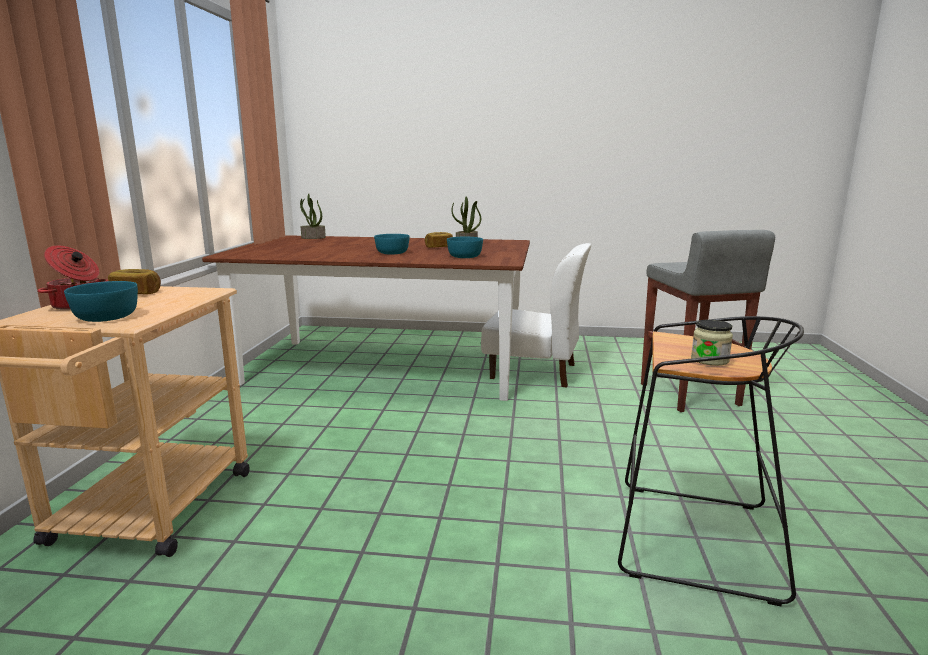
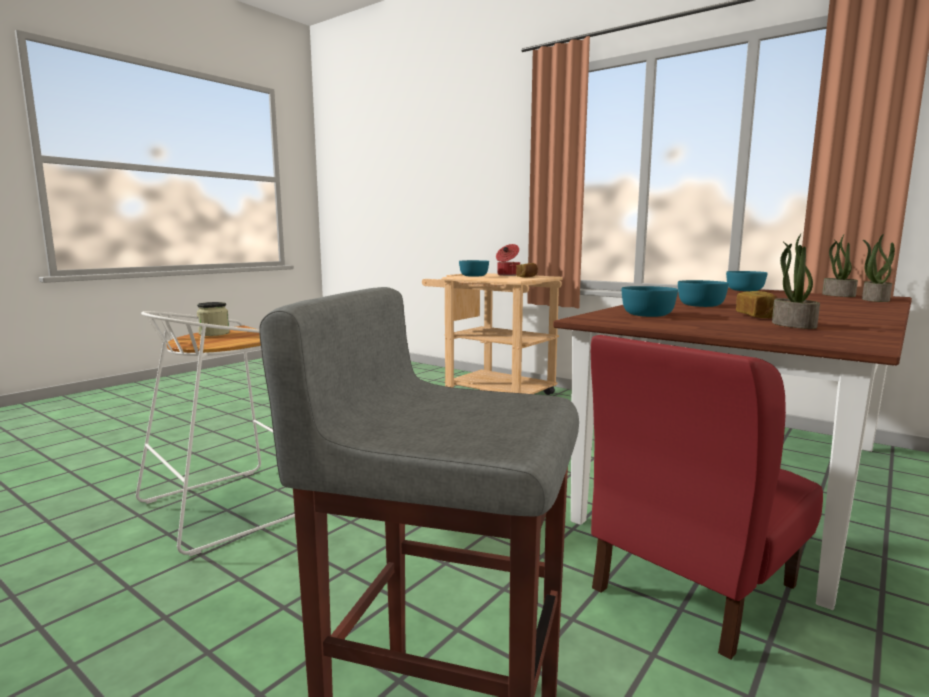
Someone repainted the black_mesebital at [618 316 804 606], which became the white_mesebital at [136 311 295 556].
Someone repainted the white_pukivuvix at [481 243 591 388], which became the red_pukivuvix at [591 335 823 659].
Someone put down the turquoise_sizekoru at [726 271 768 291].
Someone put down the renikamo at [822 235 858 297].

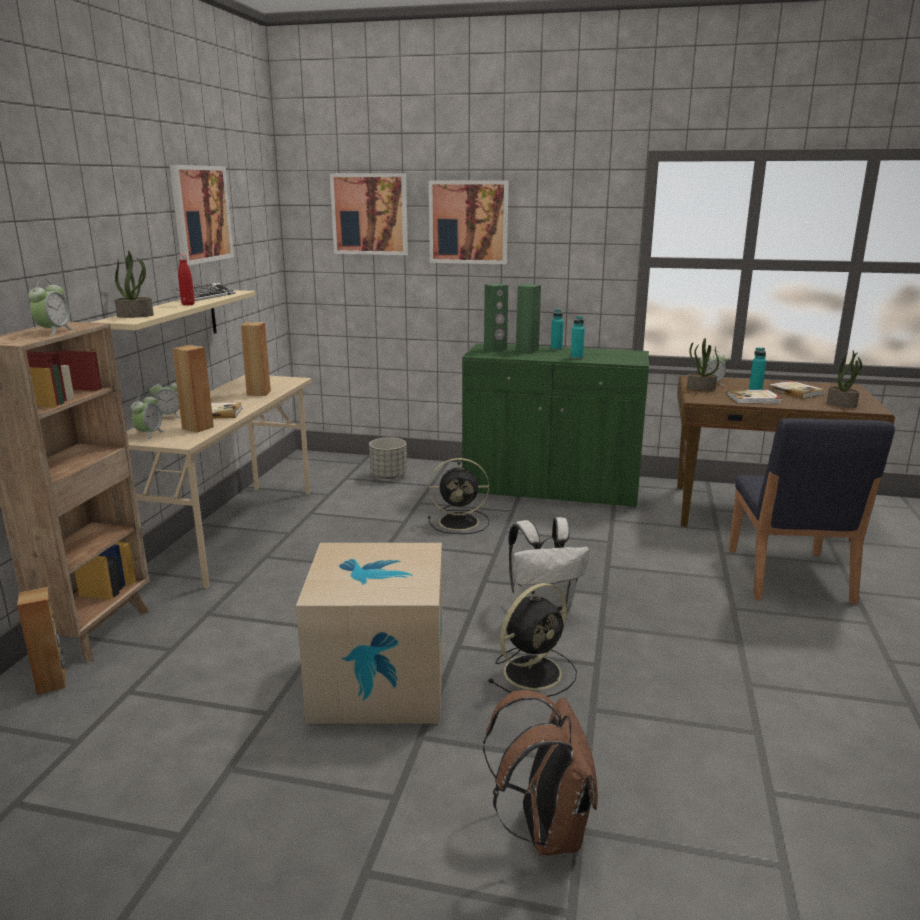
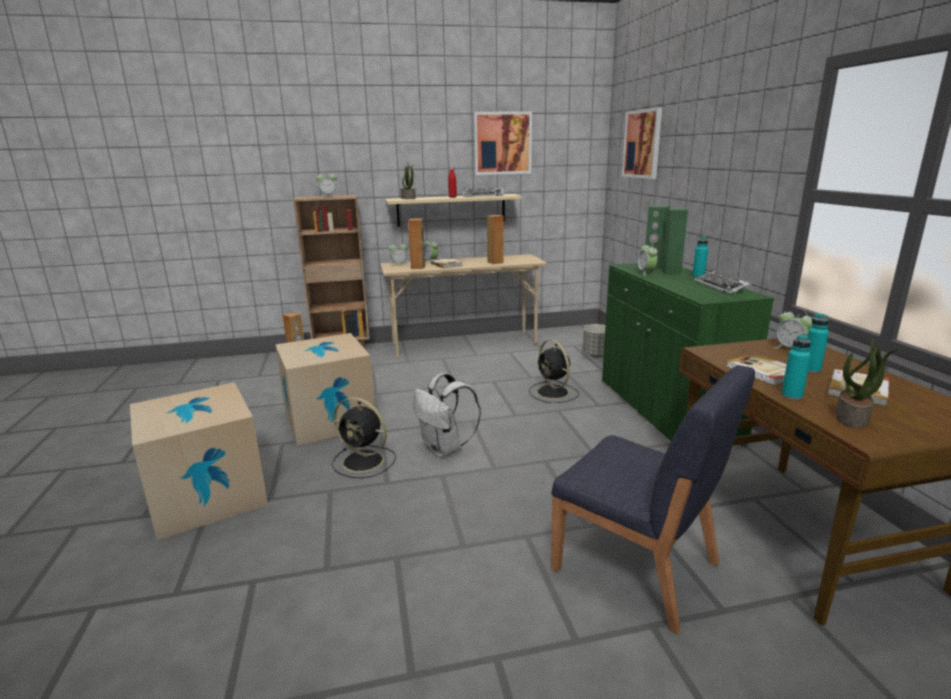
Someone swapped the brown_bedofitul at [483 690 598 855] for the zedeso at [130 382 268 540].
Someone rotated the blue_pukivuvix at [729 418 895 604] by 120 degrees counterclockwise.
Someone put down the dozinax at [637 242 658 276].
Someone put down the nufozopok at [694 270 751 294].
Someone carried the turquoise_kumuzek from [571 316 585 359] to [781 334 811 400].
Someone took away the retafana at [429 181 509 264].
Someone took away the renikamo at [687 338 719 391].

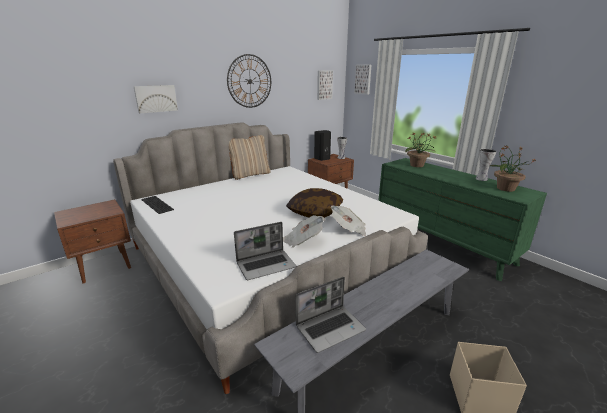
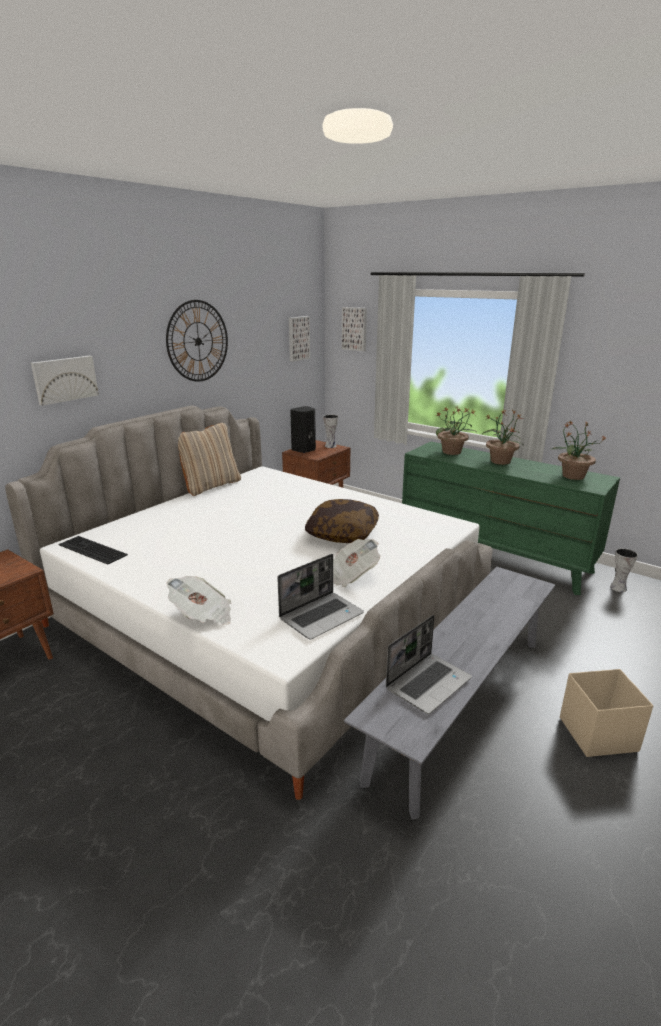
Someone carried the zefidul from [331 205 366 236] to [167 576 231 625].
Someone put down the renikamo at [481 409 523 465].
Someone carried the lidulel from [475 149 497 181] to [610 548 638 592].

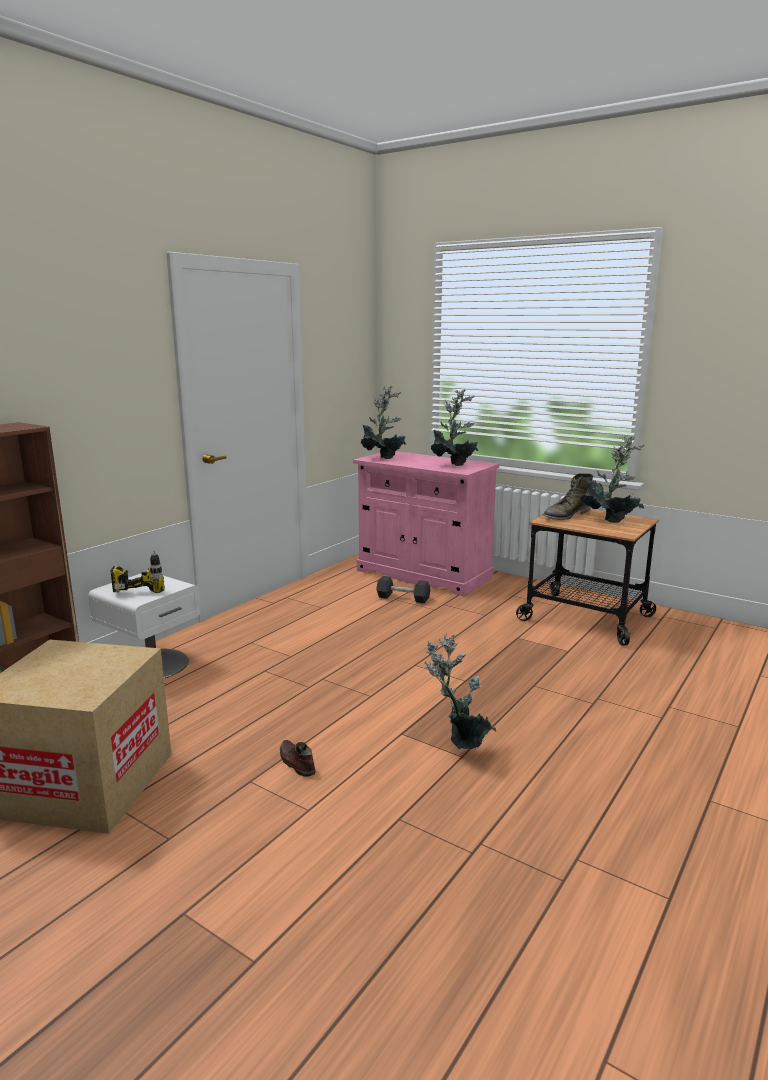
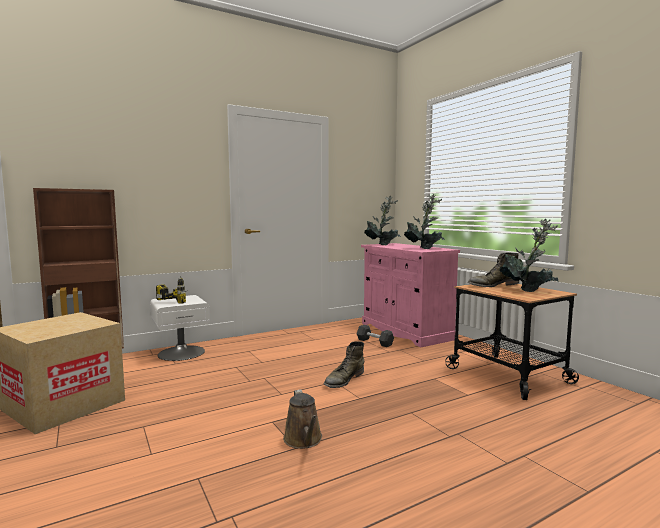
Someone swapped the renikamo at [424 634 496 750] for the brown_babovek at [283 389 322 449].
Someone put down the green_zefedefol at [324 341 364 388].
Someone took away the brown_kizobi at [280 740 316 777].

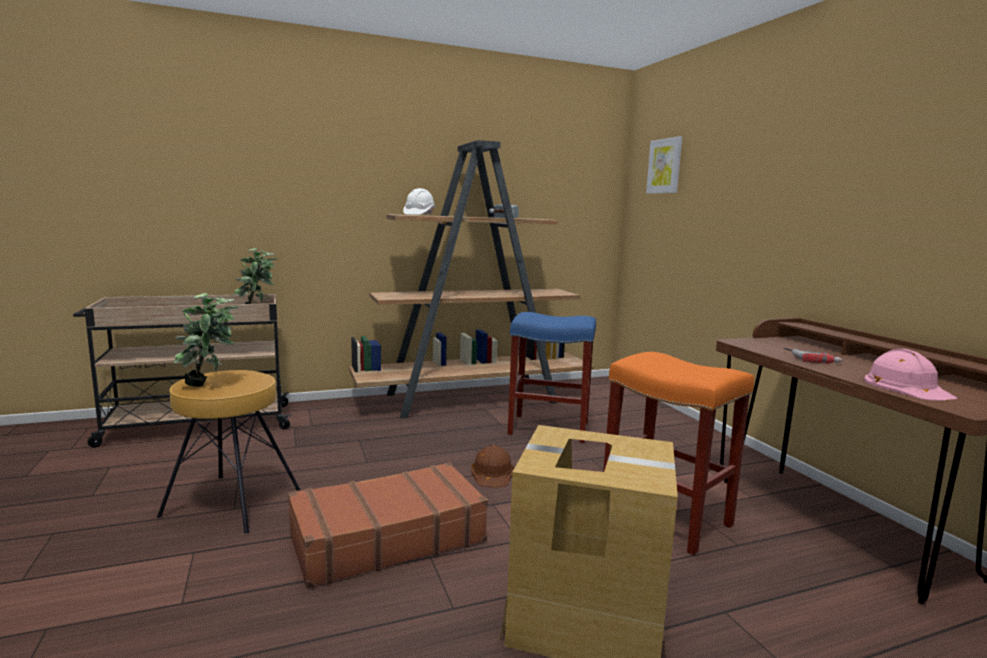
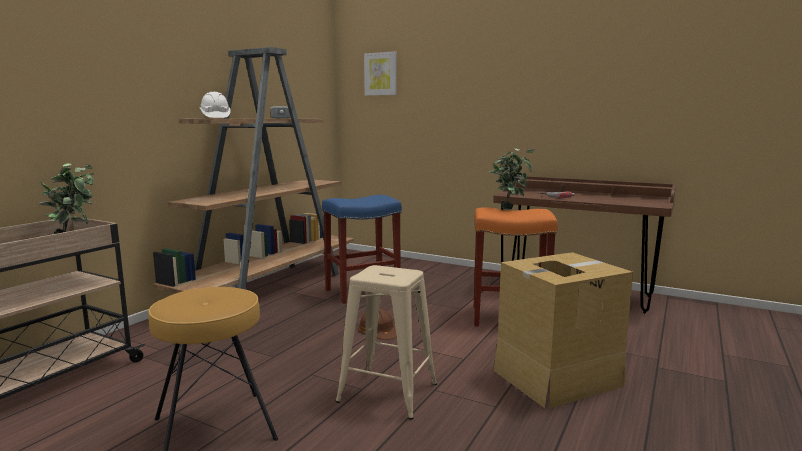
Someone swapped the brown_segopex at [288 462 488 588] for the beige_mesebital at [335 265 437 420].
Someone carried the renikamo from [173 293 238 387] to [489 148 535 210].
Someone took away the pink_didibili at [864 349 957 401].

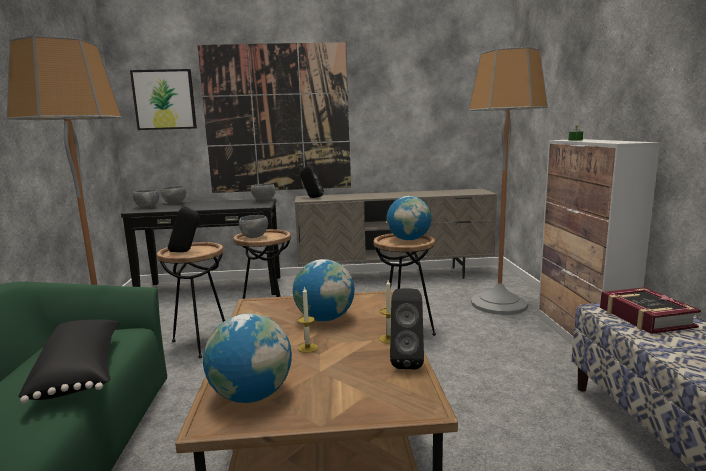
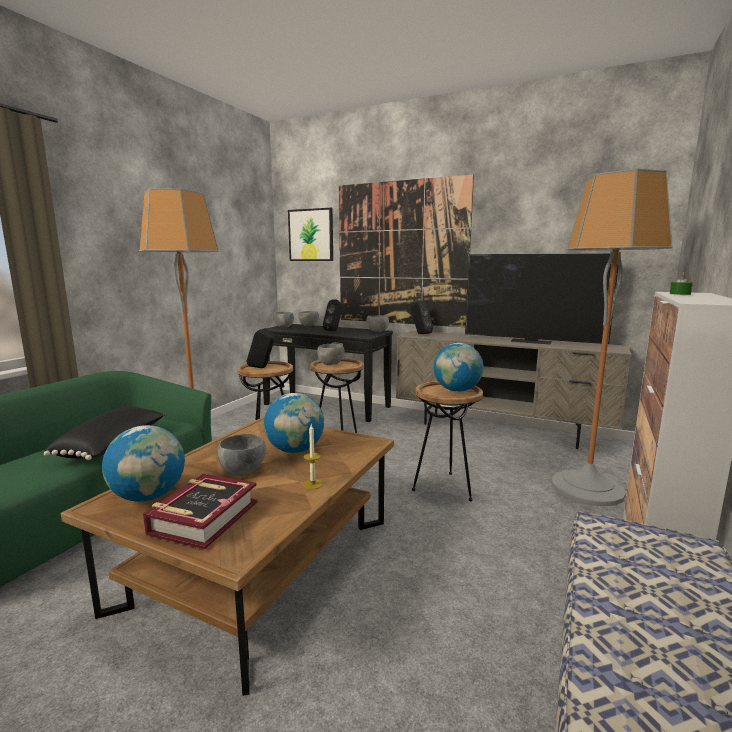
Someone carried the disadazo from [600 287 701 334] to [143 474 257 549].
Someone swapped the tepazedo at [298 286 318 353] for the grey_sizekoru at [217 434 266 476].
Someone carried the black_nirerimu from [390 288 424 369] to [323 299 343 331].
Someone put down the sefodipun at [465 253 618 345].

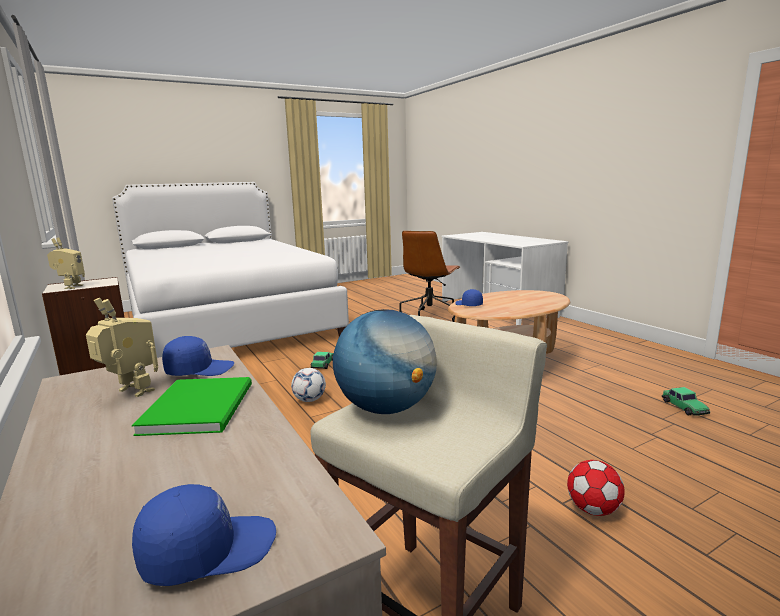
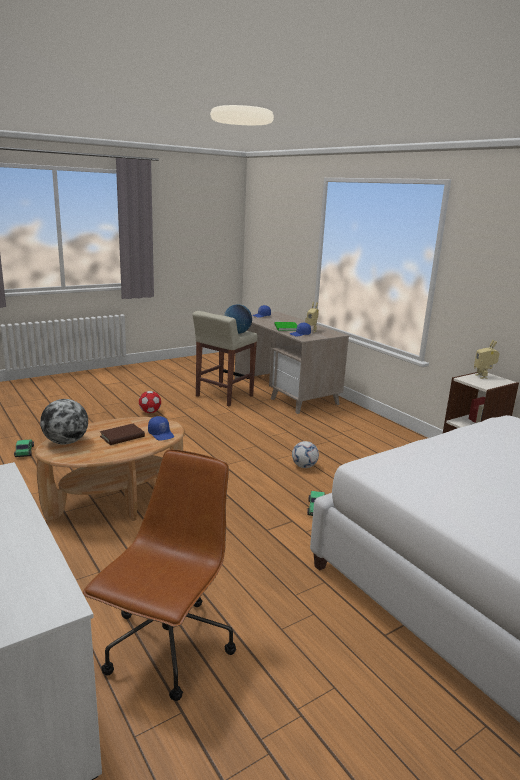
Someone put down the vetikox at [40 399 88 444].
Someone put down the brown_disadazo at [100 424 145 445].

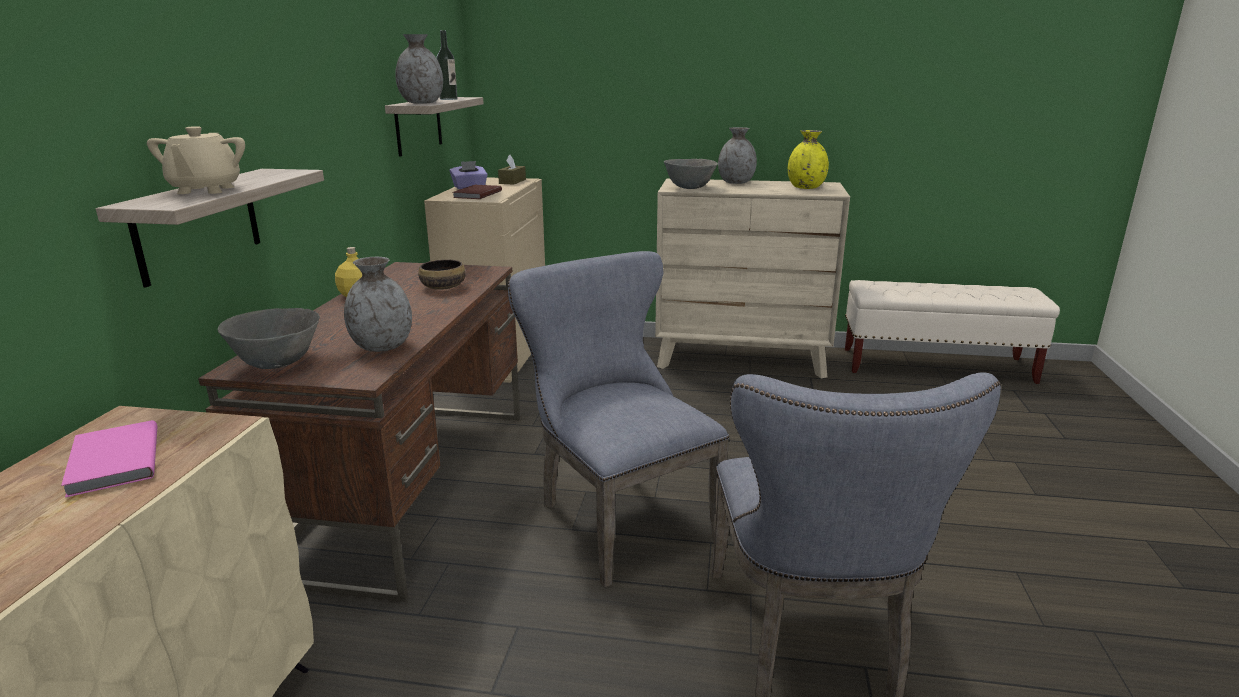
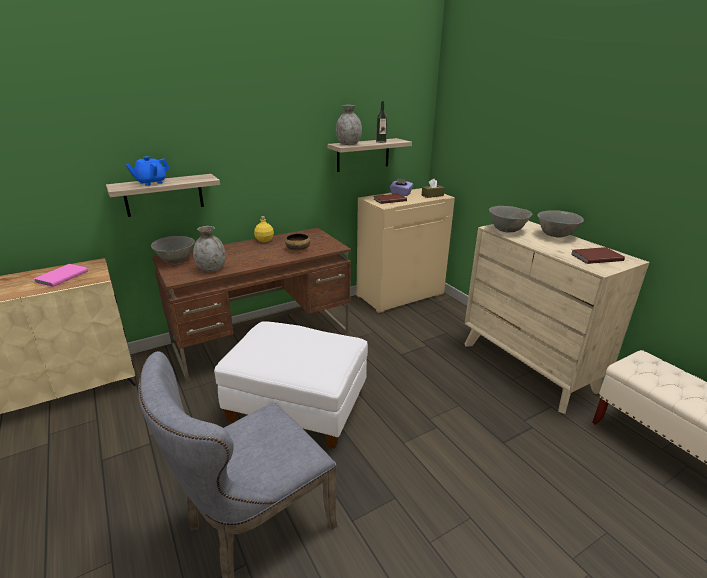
Someone repainted the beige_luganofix at [147 126 245 194], which became the blue_luganofix at [126 156 170 186].
Someone swapped the grey_pukivuvix at [508 251 729 588] for the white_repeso at [214 321 368 449].
Someone swapped the grey_lidulel at [718 127 757 184] for the grey_sizekoru at [537 210 584 238].
Someone swapped the yellow_lidulel at [788 130 829 189] for the brown_disadazo at [571 247 625 264].

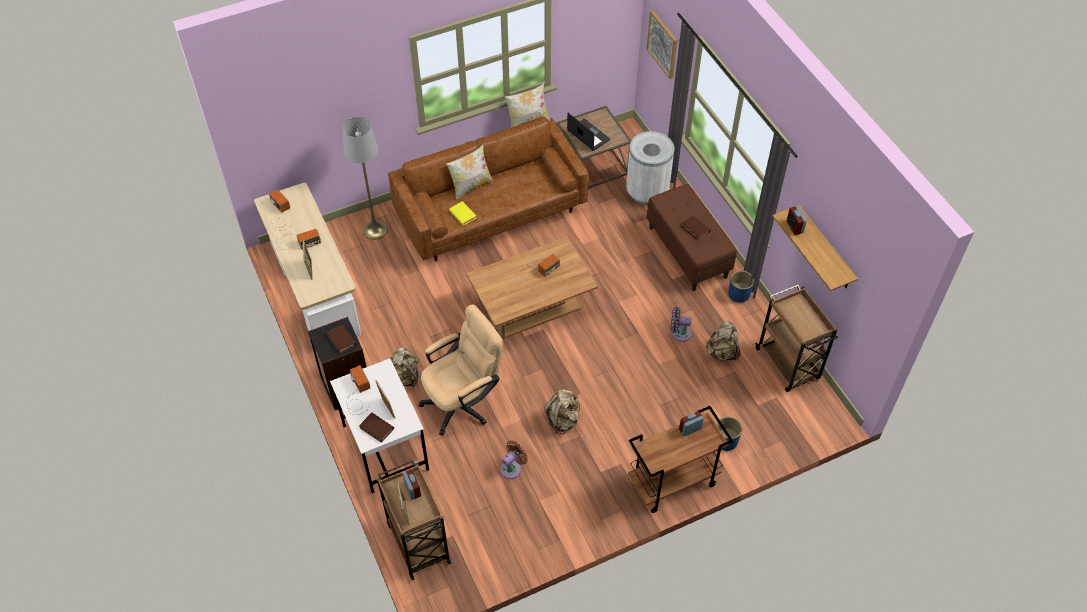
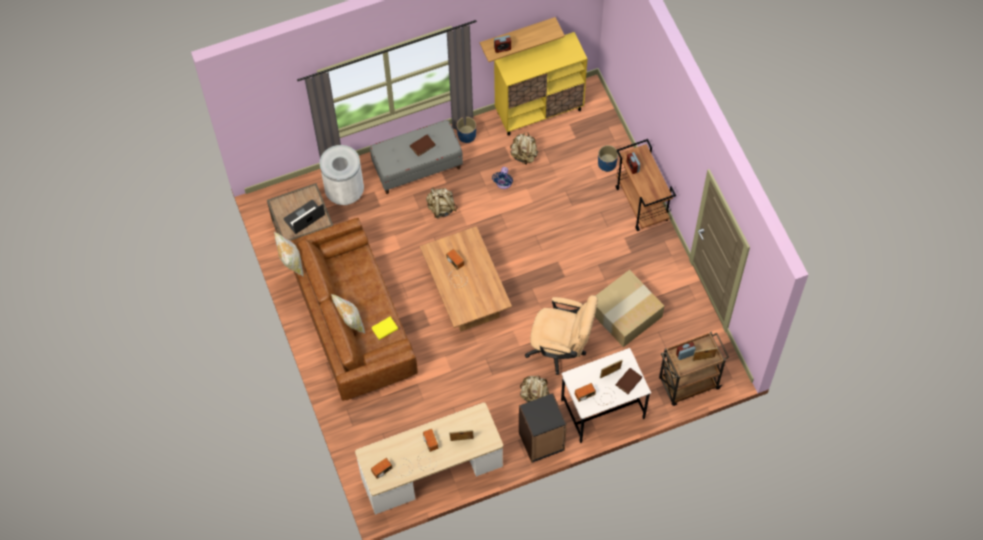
Someone repainted the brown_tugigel at [647 184 737 291], which became the grey_tugigel at [370 120 463 194].
Someone carried the beige_bedofitul from [544 390 580 434] to [426 188 458 218].
Someone swapped the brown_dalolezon at [755 285 838 392] for the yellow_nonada at [494 32 588 136].
Someone rotated the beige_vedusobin at [419 305 503 436] by 135 degrees clockwise.
Someone swapped the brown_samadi at [500 441 528 479] for the zedeso at [595 270 664 347].
Someone took away the brown_disadazo at [326 324 356 353].
Someone took away the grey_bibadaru at [342 117 388 239].
Someone took away the retafana at [647 10 677 79].

